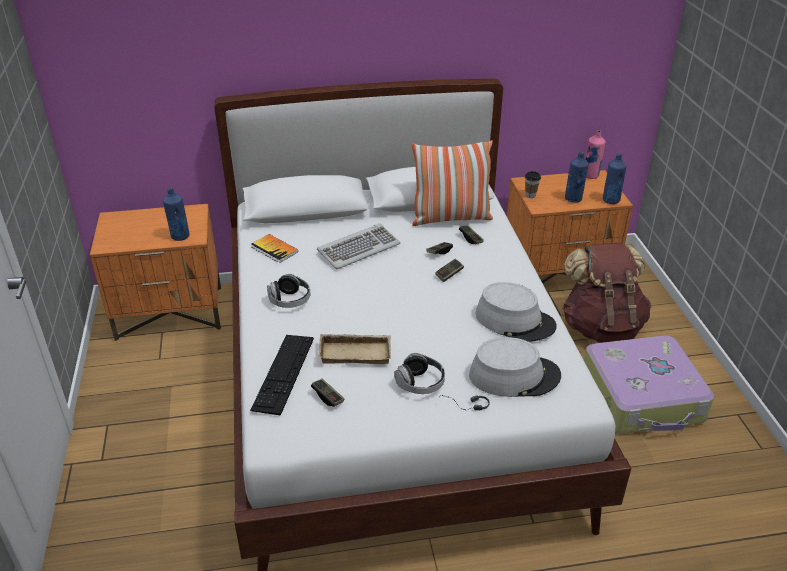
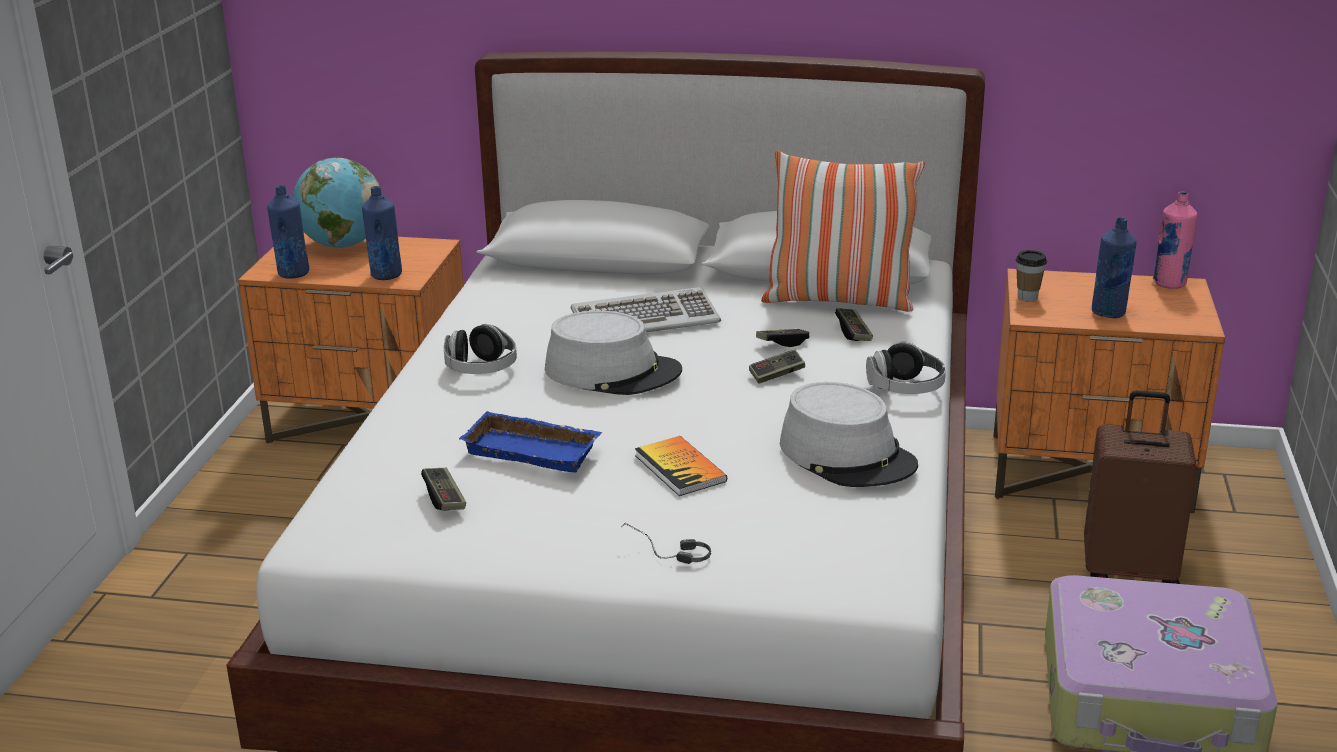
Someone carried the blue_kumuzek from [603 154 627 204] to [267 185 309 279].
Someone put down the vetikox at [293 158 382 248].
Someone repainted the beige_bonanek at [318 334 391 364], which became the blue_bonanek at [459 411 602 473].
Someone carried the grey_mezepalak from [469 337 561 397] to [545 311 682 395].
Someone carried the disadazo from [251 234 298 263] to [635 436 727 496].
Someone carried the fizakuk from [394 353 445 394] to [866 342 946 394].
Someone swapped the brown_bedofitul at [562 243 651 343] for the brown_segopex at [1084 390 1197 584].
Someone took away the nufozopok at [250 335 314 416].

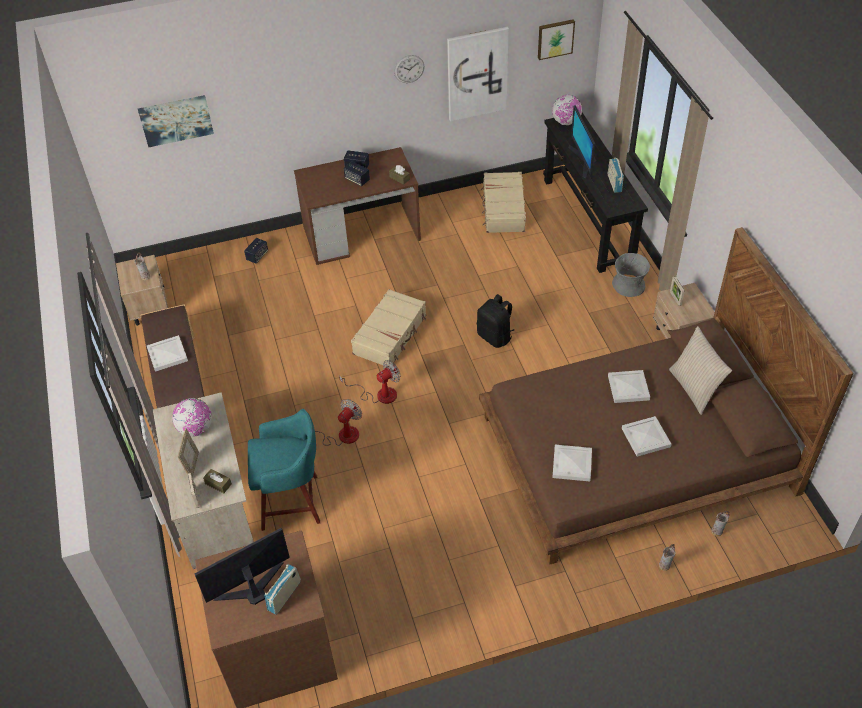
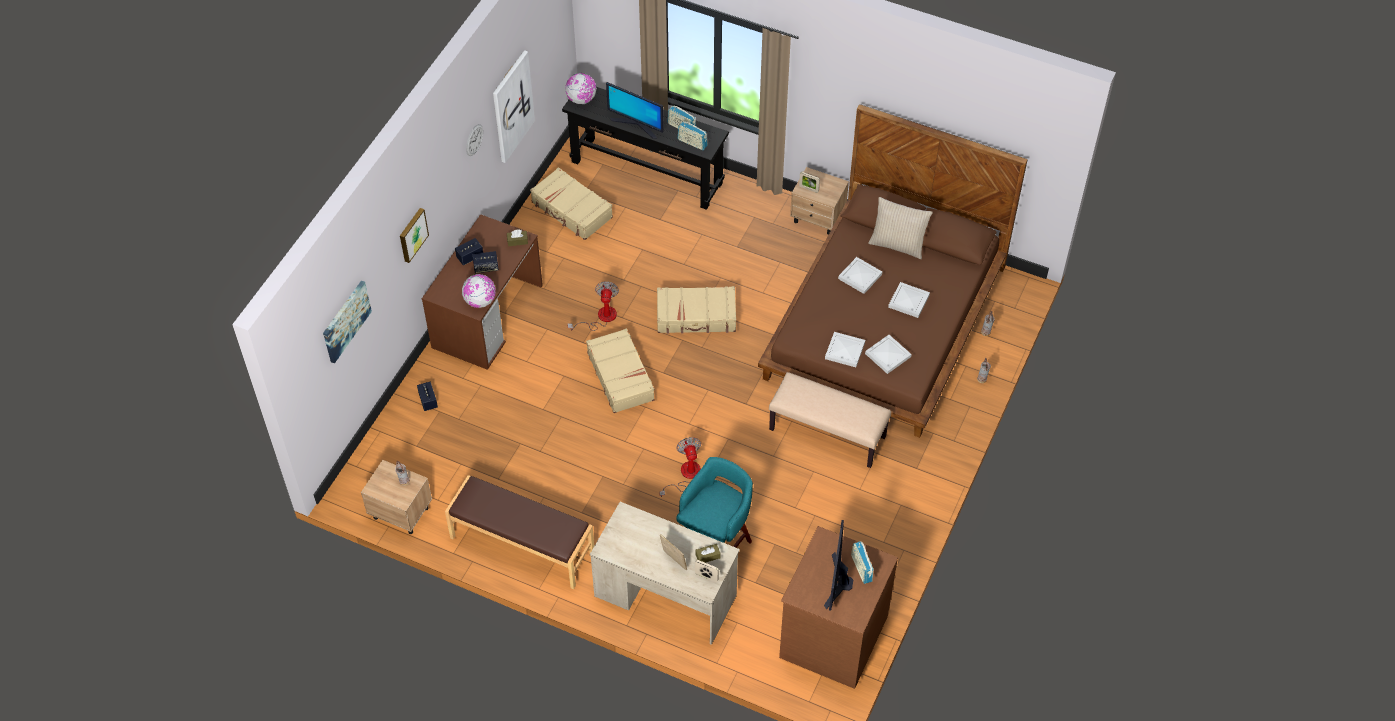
Someone carried the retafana from [538 19 575 60] to [400 208 429 263].
Someone carried the vetikox from [172 398 212 437] to [462 274 496 308].
Someone carried the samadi from [339 360 401 404] to [567 281 619 331].
Someone swapped the black_bedofitul at [477 294 514 348] for the beige_segopex at [657 286 736 334].
Someone put down the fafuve at [678 121 708 150].
Someone put down the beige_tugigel at [769 372 891 468].
Someone carried the white_bonanek from [147 335 188 372] to [825 332 865 367].
Someone took away the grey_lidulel at [612 253 650 297].

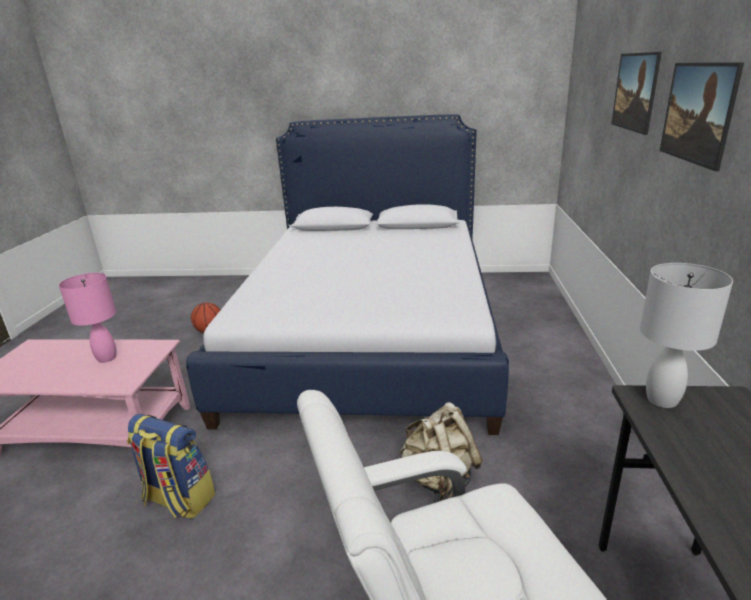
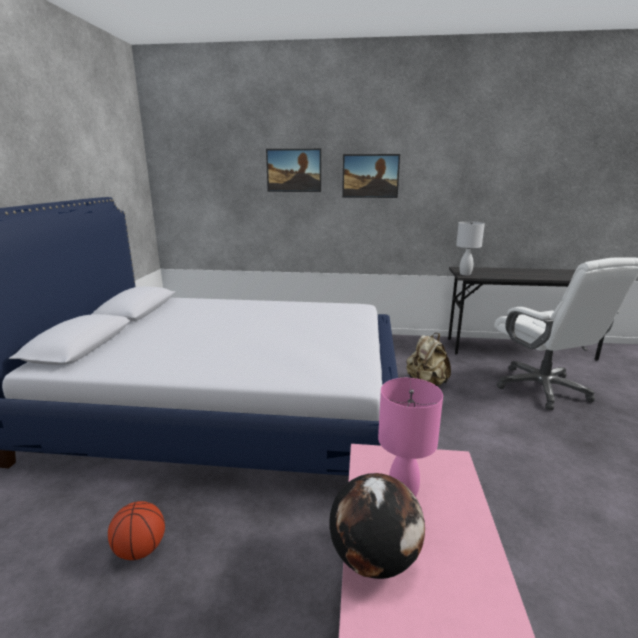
Someone put down the vetikox at [329 473 425 579].
Someone took away the bedofitul at [127 414 215 519].

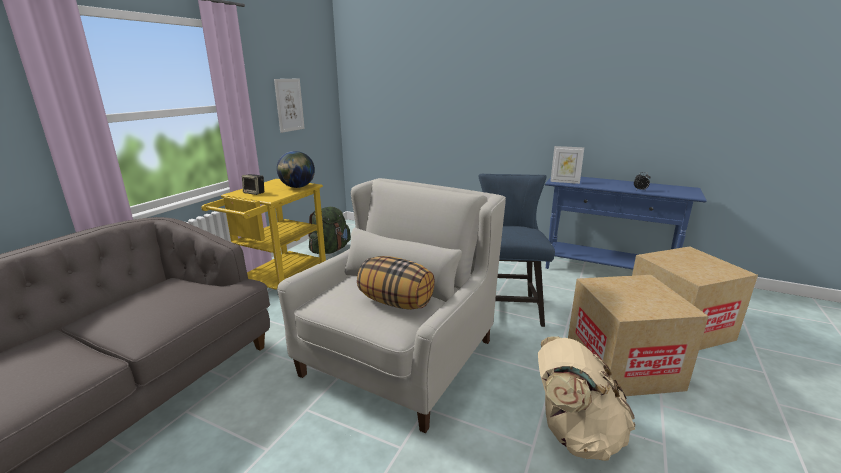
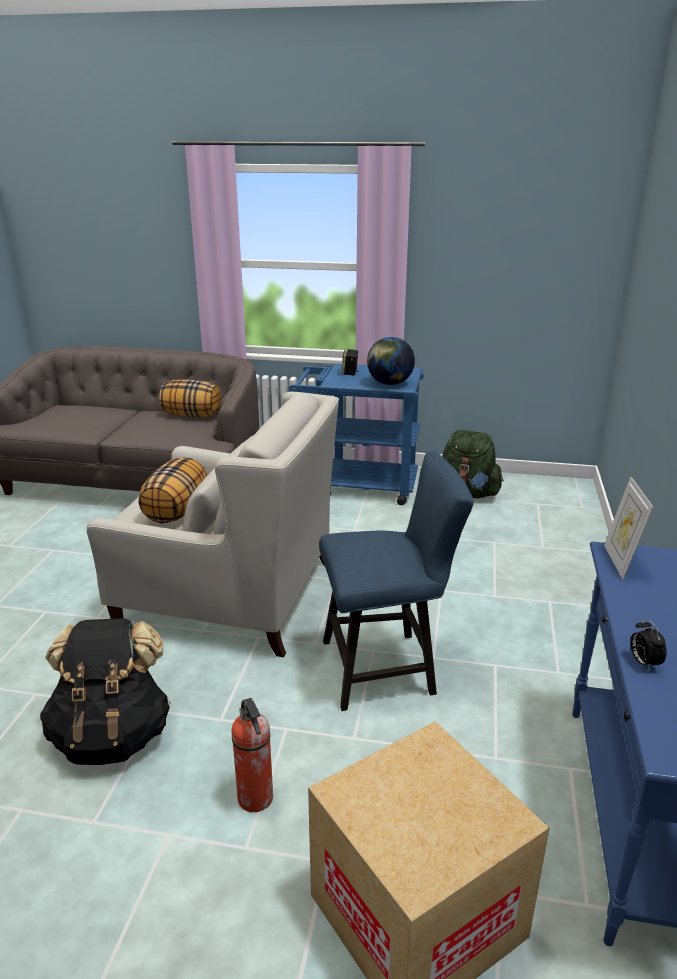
Someone repainted the beige_bedofitul at [538 336 635 461], which became the black_bedofitul at [40 618 171 765].
Someone put down the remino at [159 379 221 417].
Someone swapped the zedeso at [568 275 709 396] for the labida at [231 698 273 812].
Someone repainted the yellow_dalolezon at [201 179 326 290], which became the blue_dalolezon at [289 363 424 505].
Someone took away the retafana at [274 78 305 133].

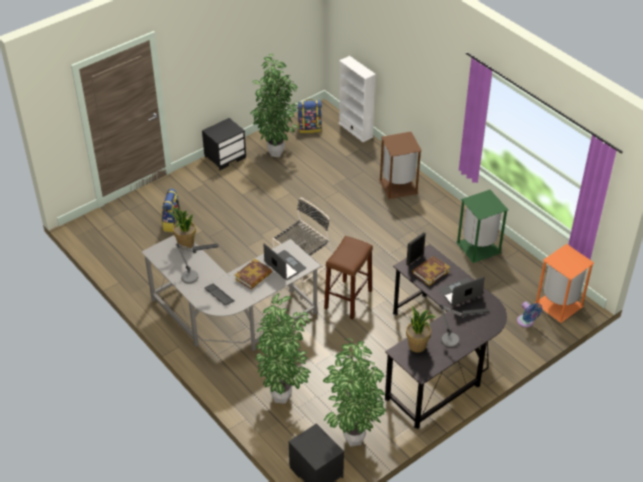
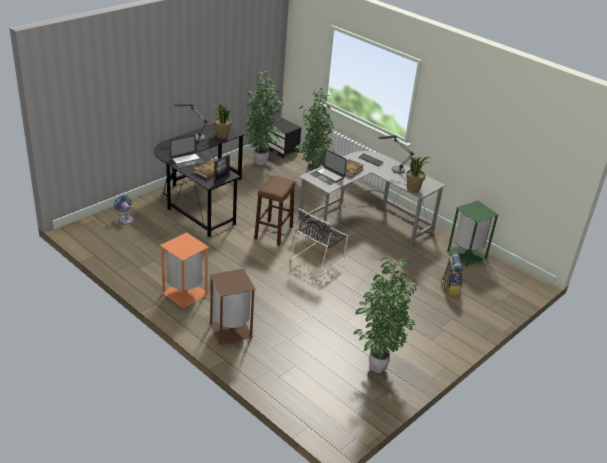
Someone carried the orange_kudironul from [534 244 594 323] to [160 232 209 308].
Someone carried the green_kudironul from [456 190 508 263] to [447 201 499 267].
Someone took away the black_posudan at [202 118 246 170].
Someone took away the bedofitul at [297 99 322 133].
Someone took away the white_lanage at [338 56 376 142].

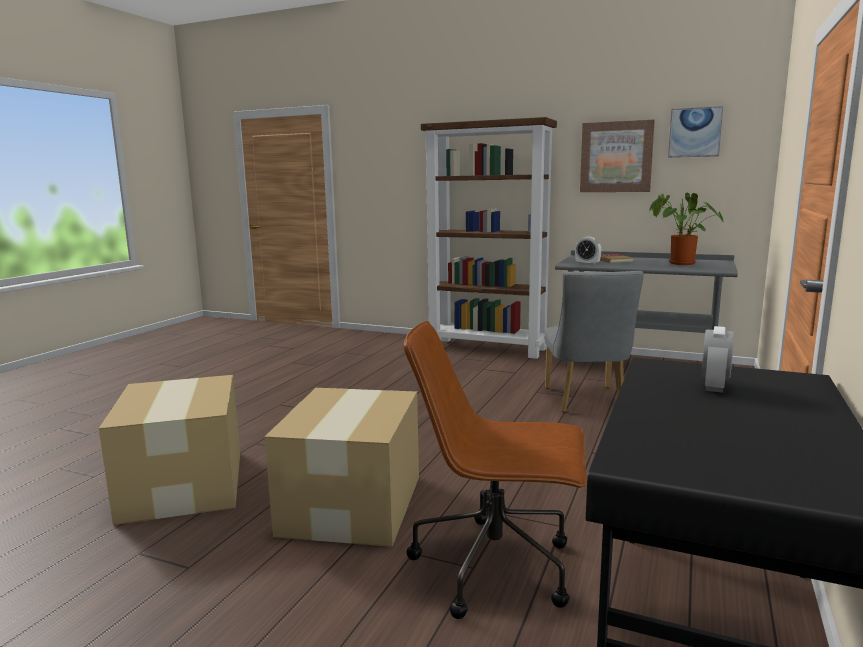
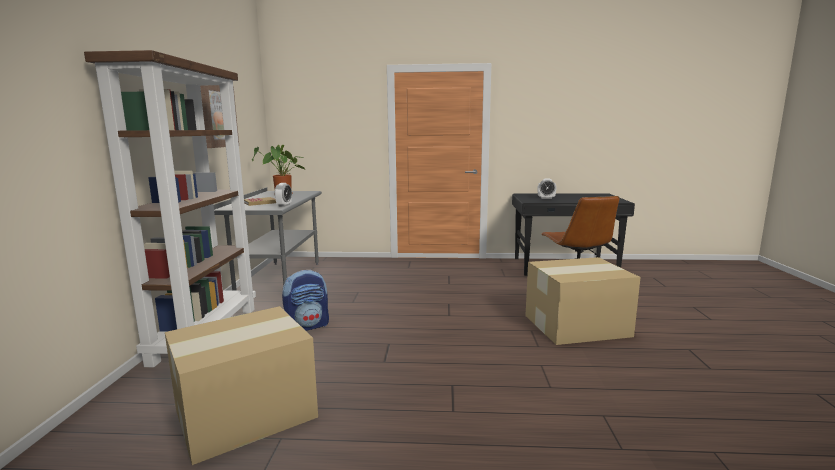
Someone carried the zedeso from [99 375 240 525] to [165 306 318 465].
Someone put down the bedofitul at [282 270 329 331].
Someone took away the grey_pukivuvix at [544 271 644 412].
Someone took away the retafana at [668 106 723 158].

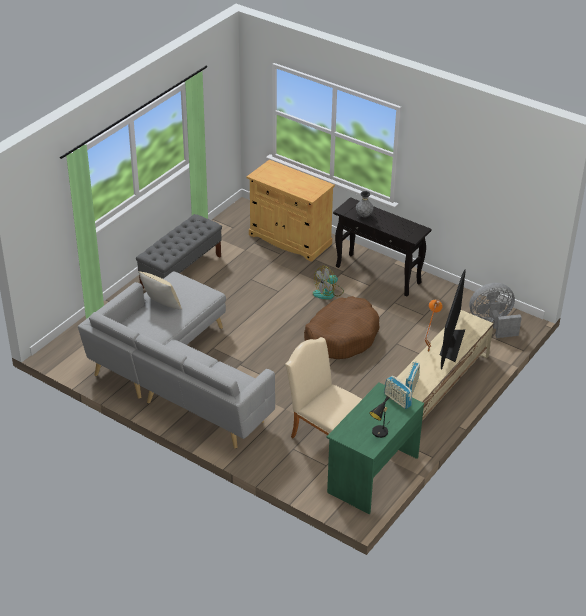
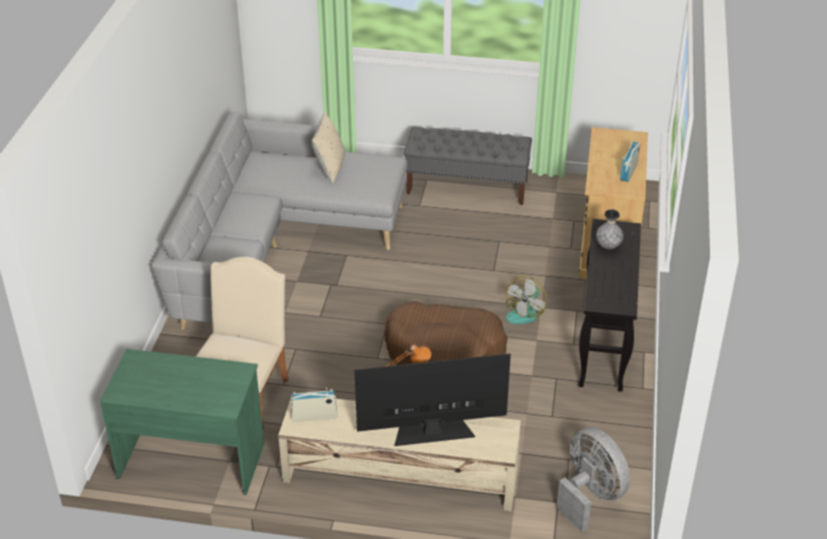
Someone rotated the samadi at [313 266 344 300] by 90 degrees counterclockwise.
Someone carried the fafuve from [384 375 412 409] to [620 139 640 182].
Someone took away the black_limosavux at [369 396 390 438].

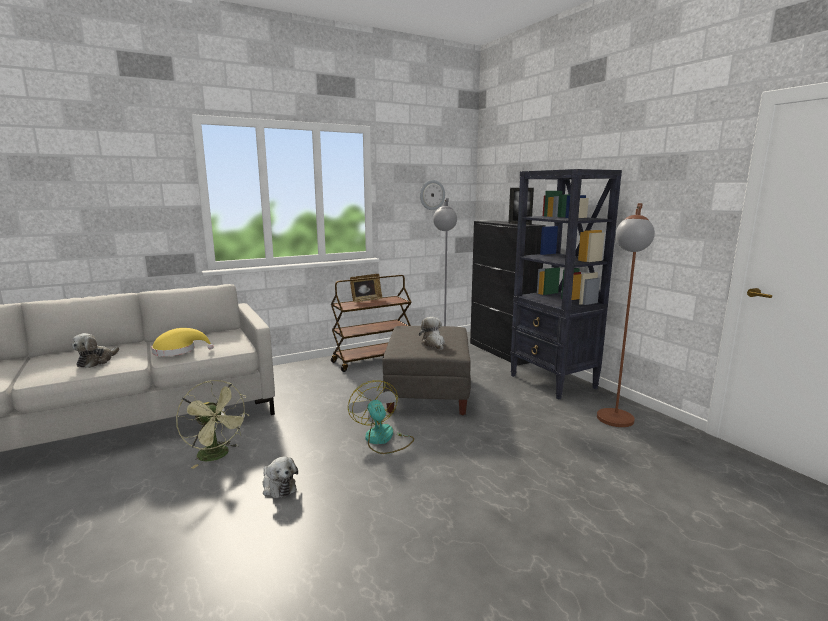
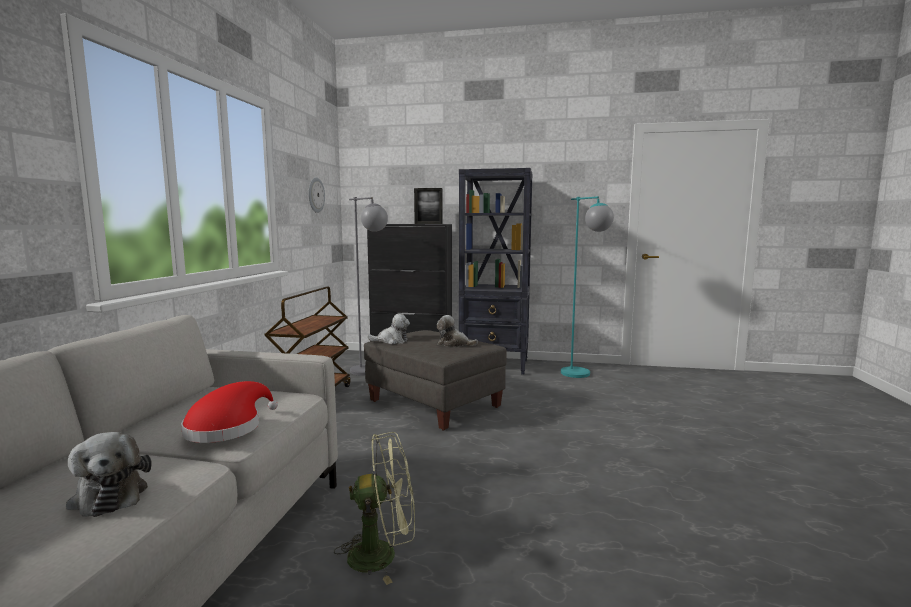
Someone repainted the yellow_mezepalak at [152 328 214 356], which became the red_mezepalak at [181 381 278 443].
Someone carried the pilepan from [263 456 298 498] to [368 313 410 344].
Someone repainted the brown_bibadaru at [597 203 655 427], which became the turquoise_bibadaru at [561 196 614 378].
Someone took away the samadi at [348 380 414 454].
Someone took away the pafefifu at [350 274 383 303].

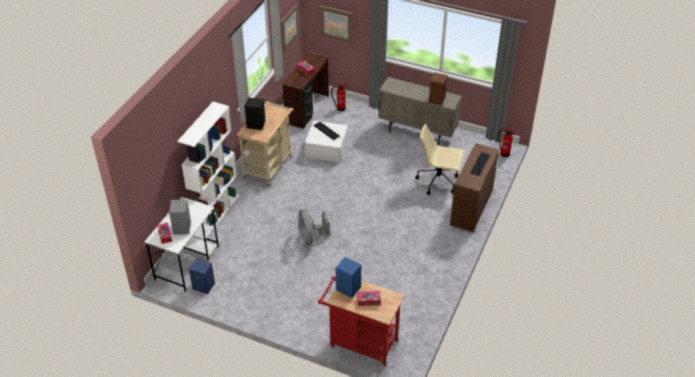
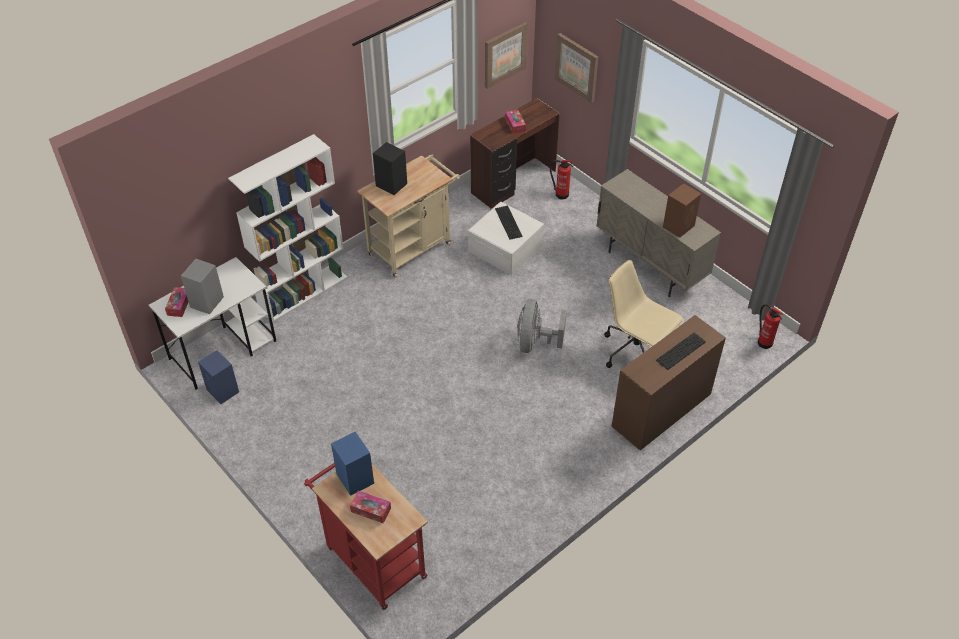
Someone carried the grey_samadi from [298 209 330 245] to [517 299 567 353].

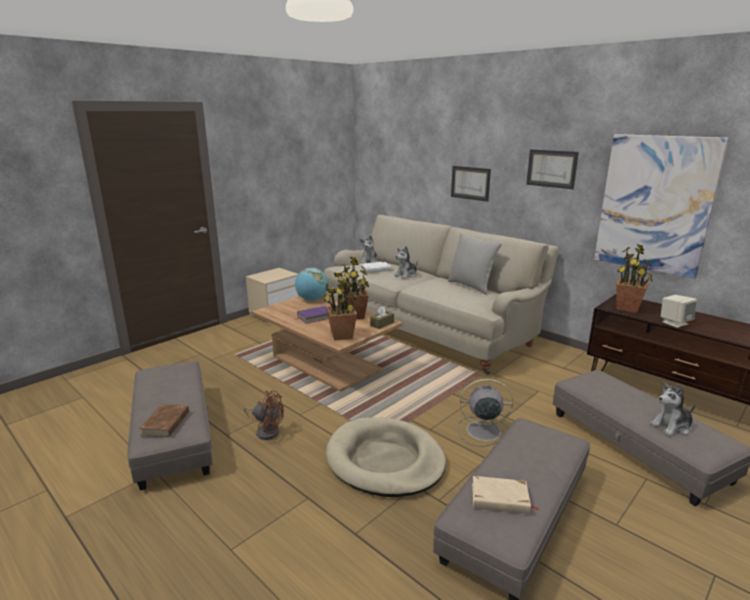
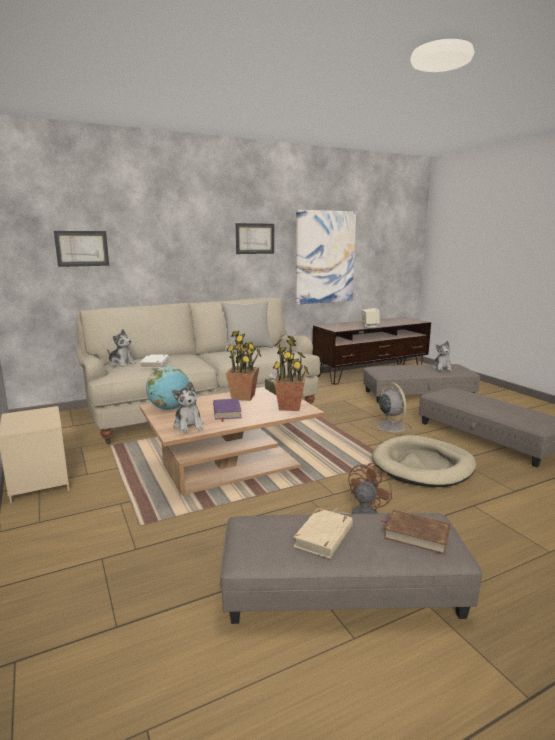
Someone carried the retafana from [451 166 491 202] to [54 231 109 267].
Someone carried the pilepan from [394 246 418 279] to [172 382 203 433].
Someone carried the beige_disadazo from [472 476 539 514] to [293 508 353 559].
Someone rotated the grey_samadi at [457 379 513 446] by 135 degrees clockwise.
Someone took away the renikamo at [616 244 653 313].

